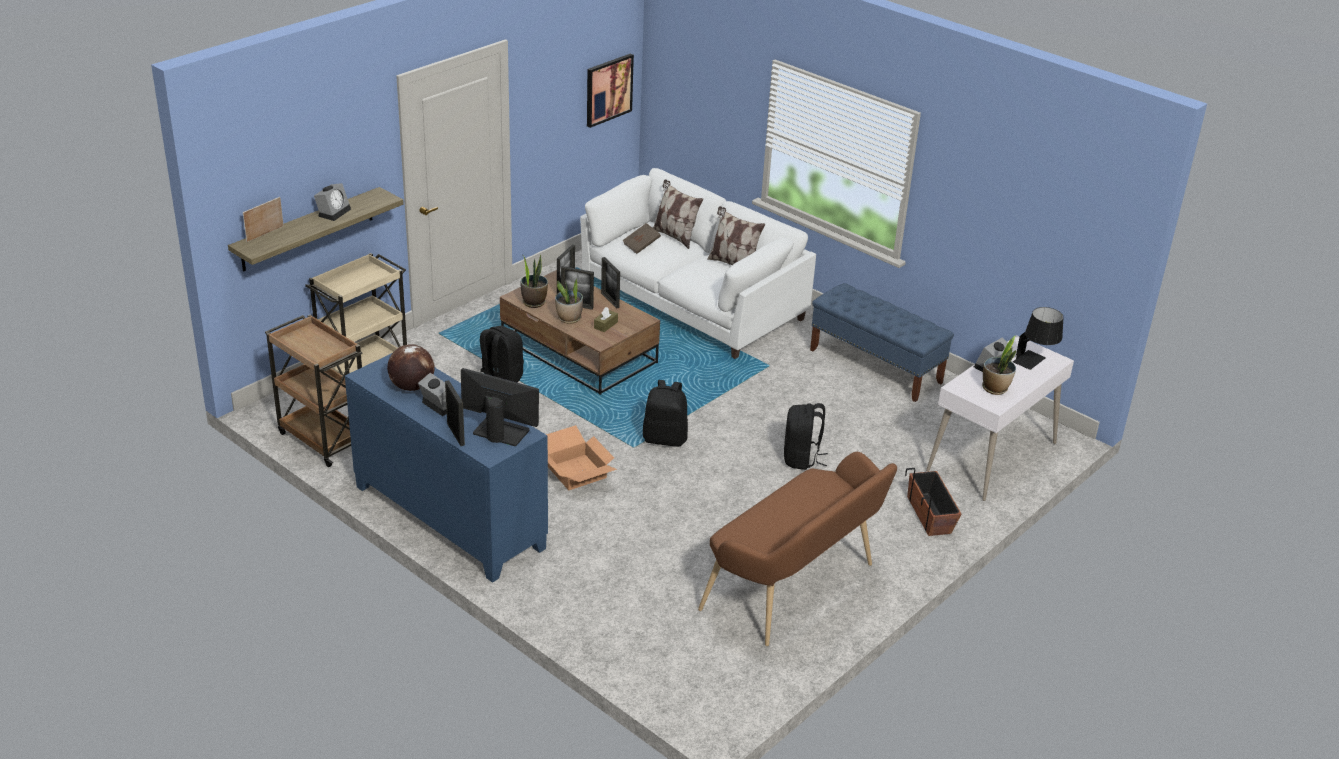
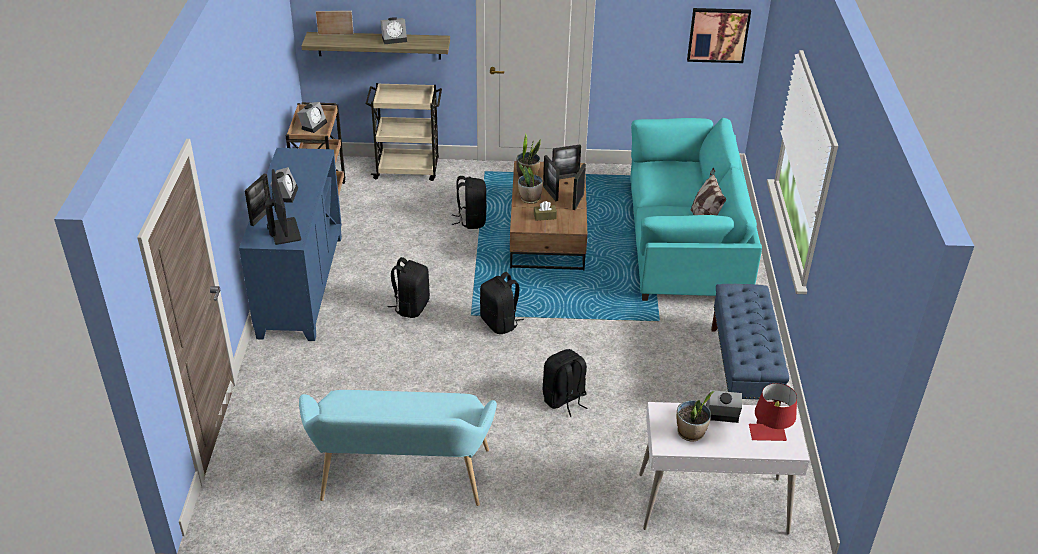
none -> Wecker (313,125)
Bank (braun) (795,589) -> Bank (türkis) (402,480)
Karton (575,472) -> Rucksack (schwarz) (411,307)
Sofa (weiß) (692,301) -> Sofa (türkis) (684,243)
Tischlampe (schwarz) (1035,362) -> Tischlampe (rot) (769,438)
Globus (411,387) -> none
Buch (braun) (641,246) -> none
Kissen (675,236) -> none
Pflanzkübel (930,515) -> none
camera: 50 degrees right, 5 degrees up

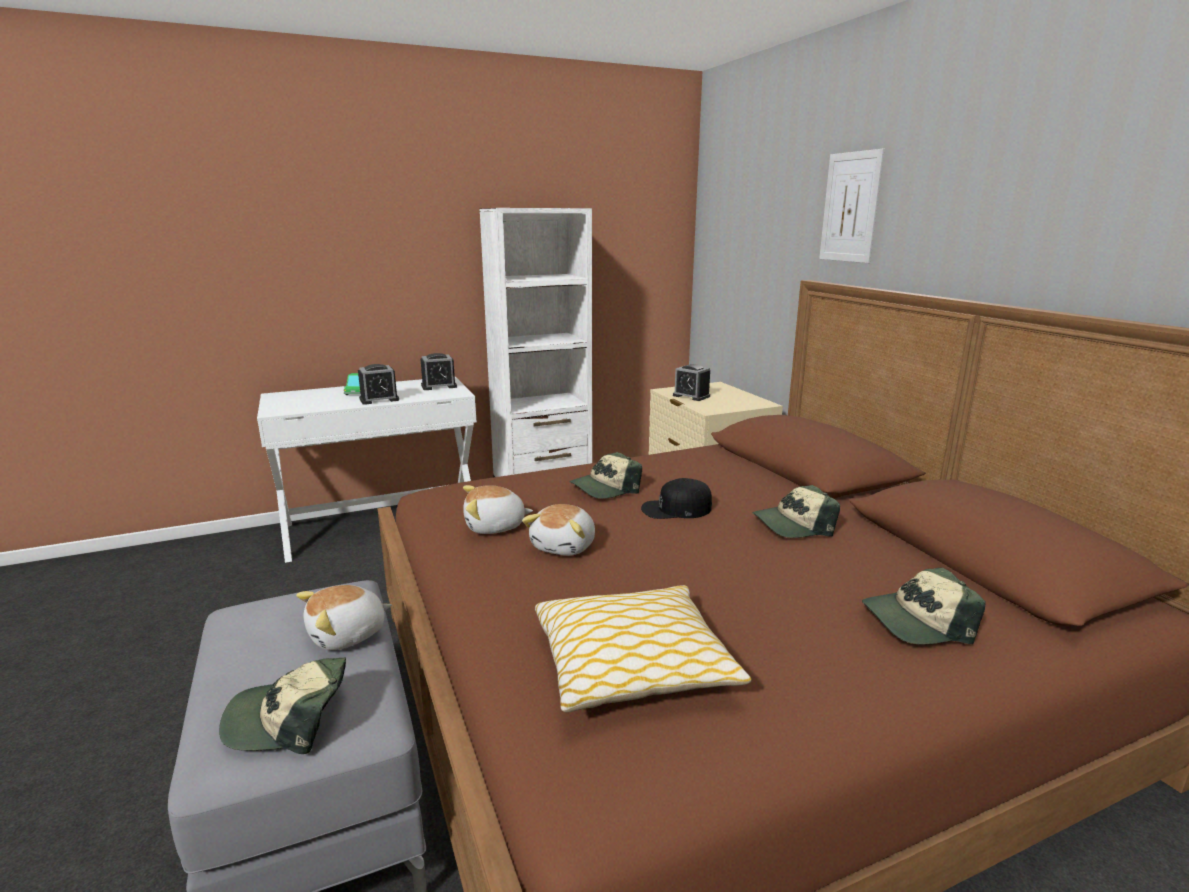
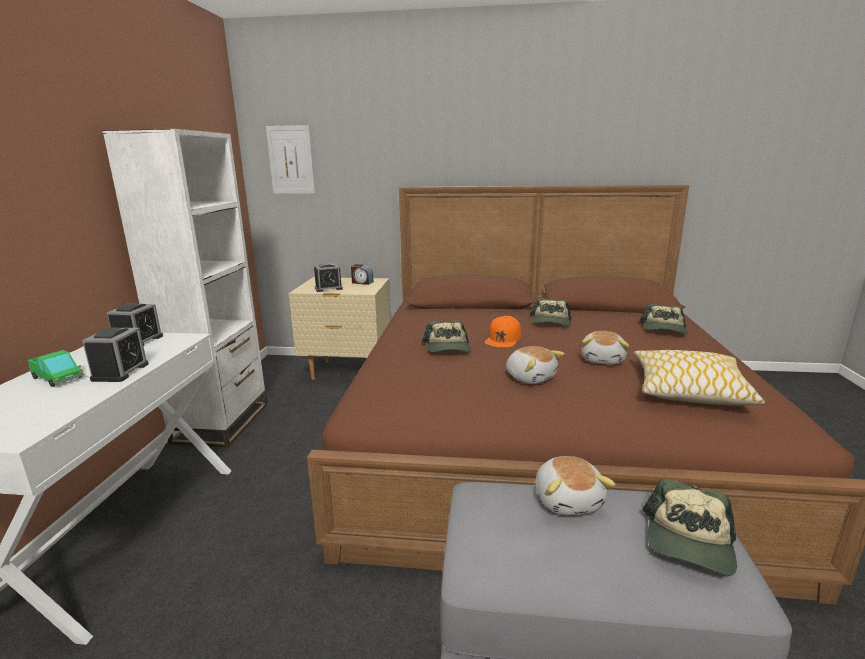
Bild (850,207) -> Bild (291,160), relocated
none -> Wecker (362,282)
Kappe (schwarz) (676,509) -> Kappe (orange) (503,338)
Plüschtier (495,527) -> Plüschtier (603,360), relocated
camera: 60 degrees left, 0 degrees up

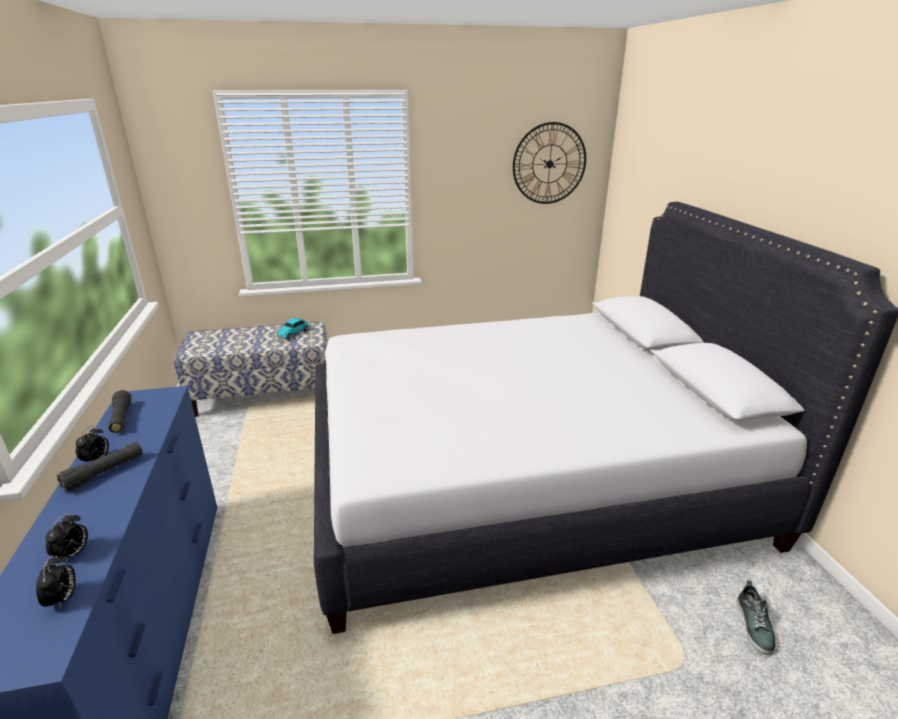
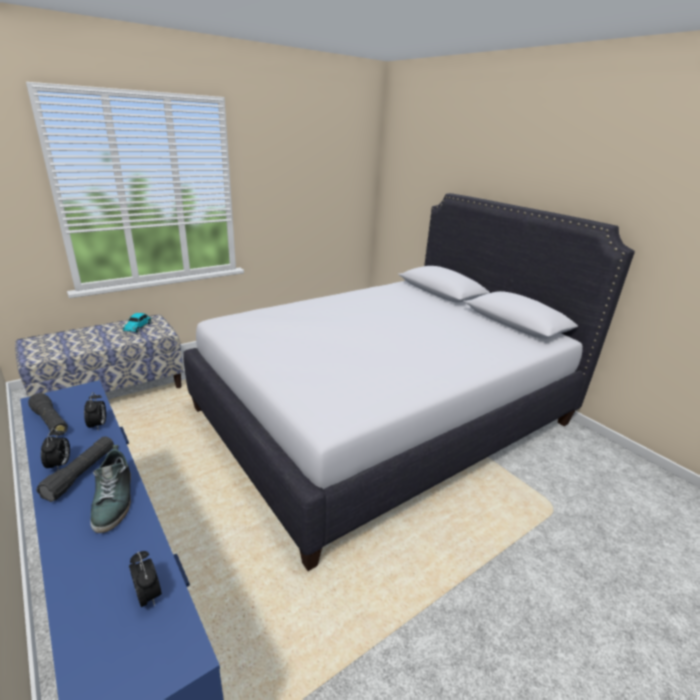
Wecker (73,554) -> Wecker (98,425), relocated
Schuh (755,625) -> Schuh (114,499), relocated
Wanduhr (549,164) -> none
camera: 25 degrees left, 0 degrees up

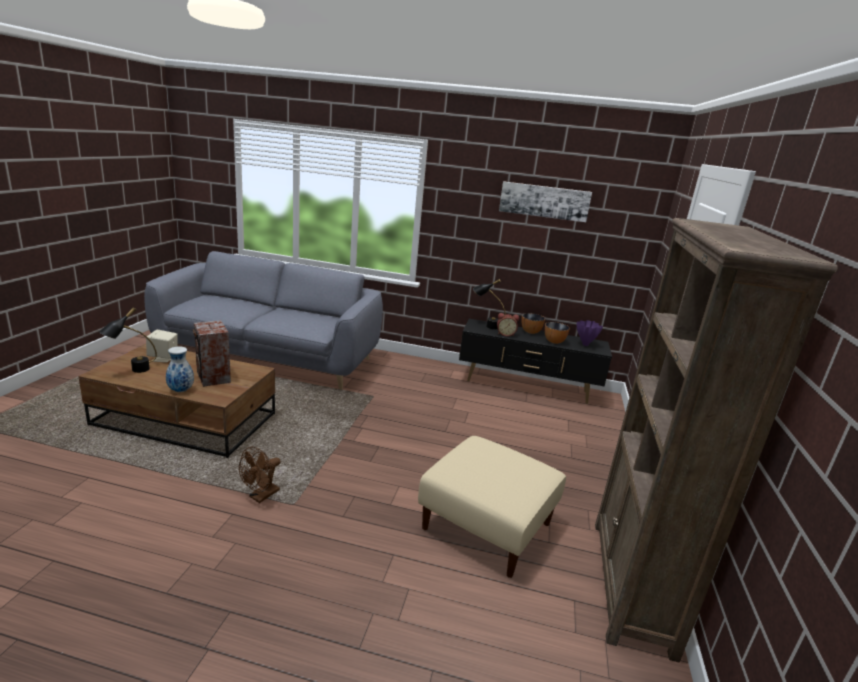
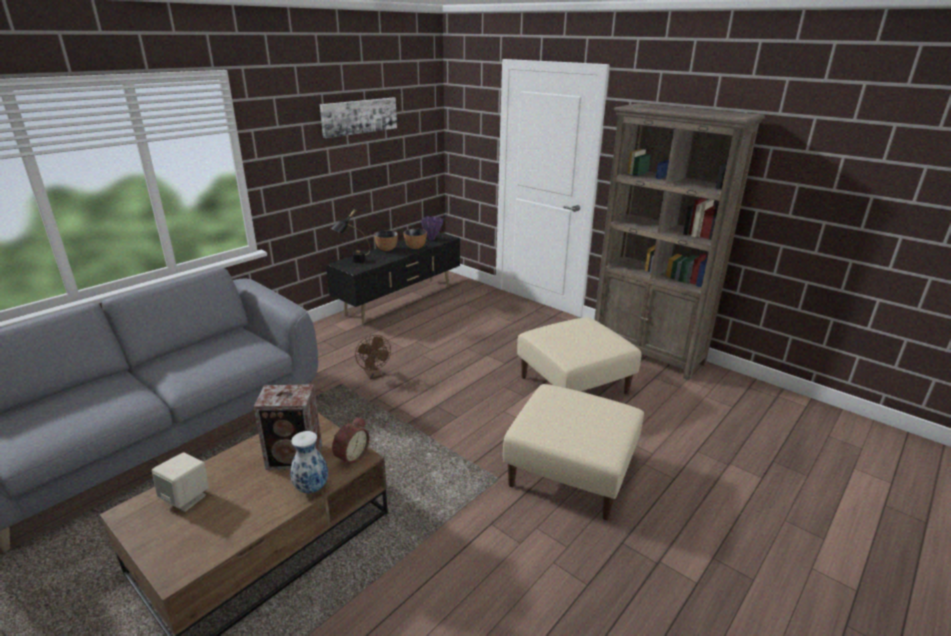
Wecker (505,334) -> Wecker (350,456), relocated
Ventilator (braun) (261,496) -> Ventilator (braun) (374,375), relocated
none -> Polsterhocker (beige) (572,472)
Tischlampe (schwarz) (132,371) -> none
camera: 60 degrees left, 5 degrees up

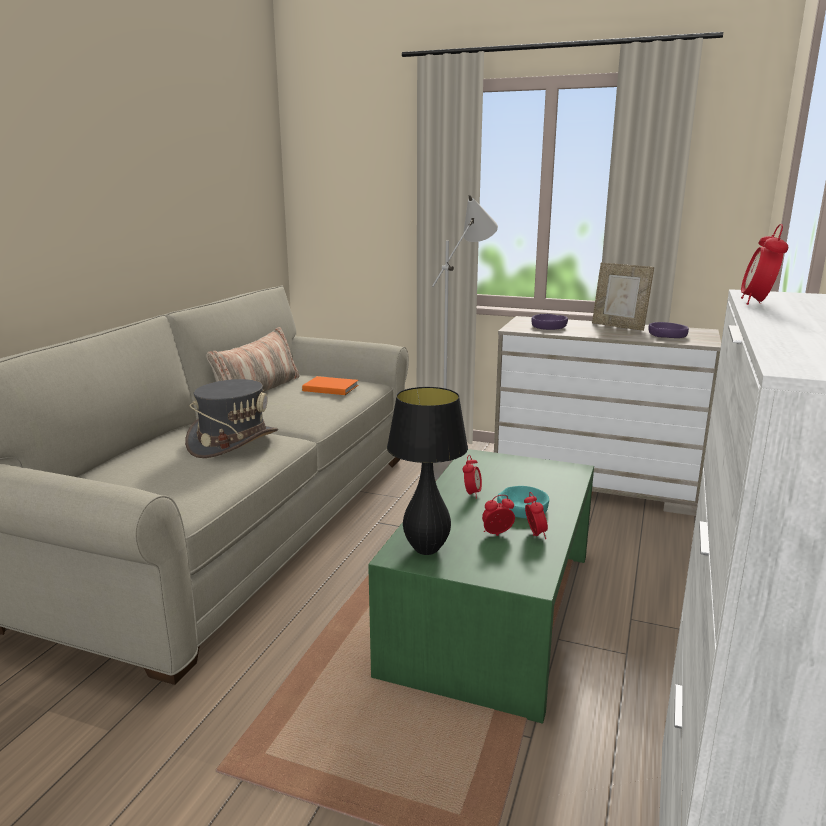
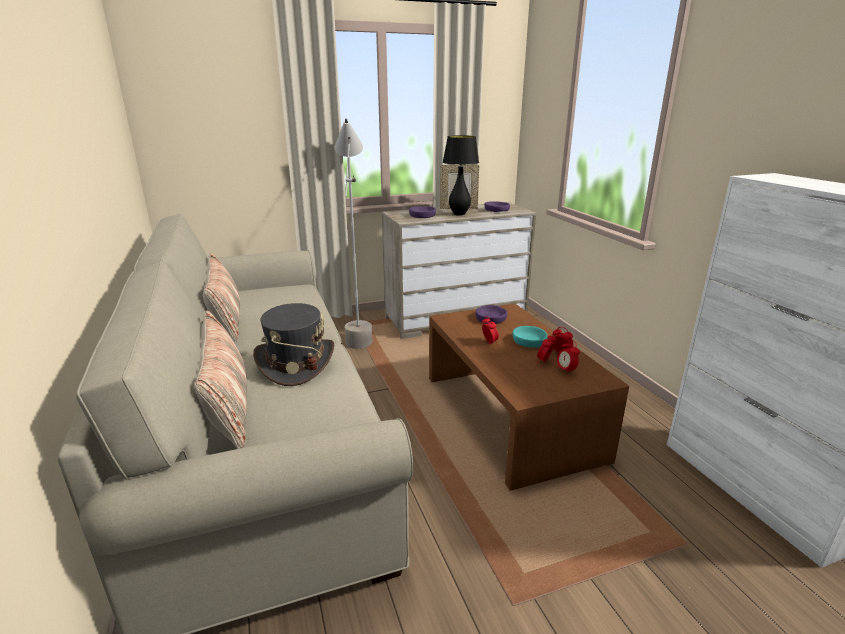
none -> Kissen (227,403)
Couchtisch (grün) (491,609) -> Couchtisch (braun) (509,416)
Tischlampe (schwarz) (426,550) -> Tischlampe (schwarz) (459,214), relocated
none -> Schüssel (lila) (491,318)
Wecker (757,303) -> Wecker (566,370), relocated
Buch (orange) (329,388) -> none
camera: 40 degrees left, 5 degrees up

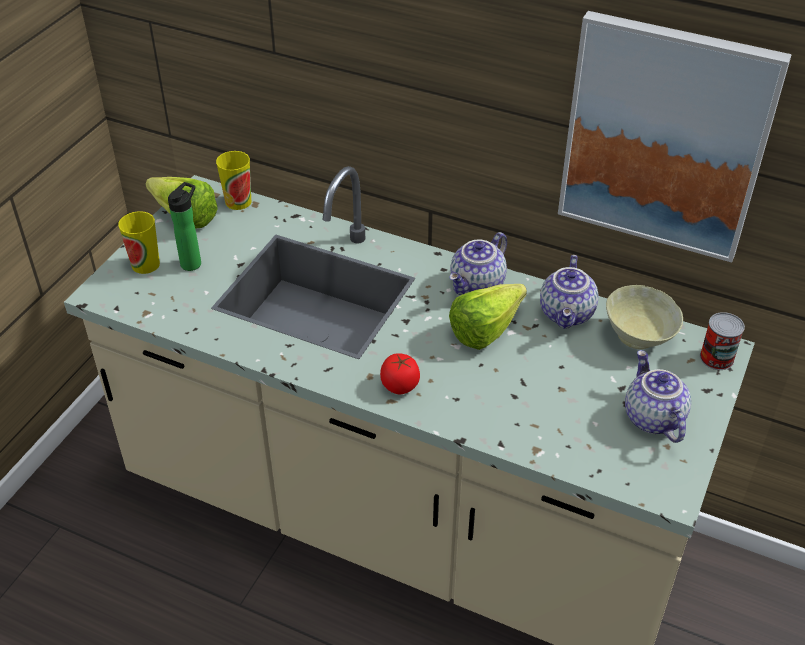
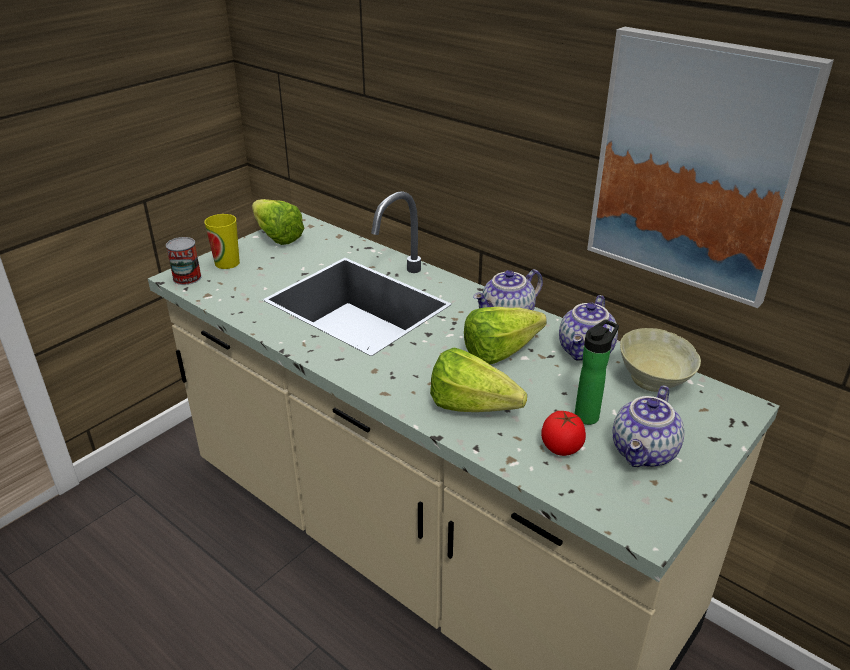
Dose (716,358) -> Dose (187,278), relocated
none -> Salatkopf (478,410)
Tomate (400,385) -> Tomate (561,447), relocated
Flasche (193,262) -> Flasche (588,415), relocated
Teekanne (651,418) -> Teekanne (645,453), 150 degrees counterclockwise
Tasse (238,201) -> none
camera: 15 degrees right, 10 degrees down

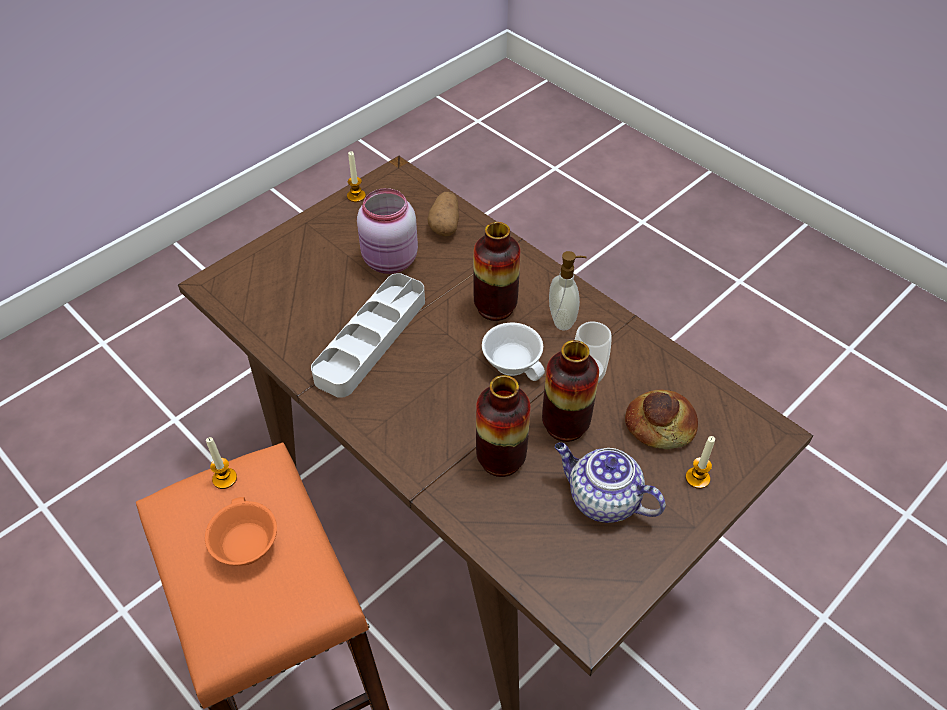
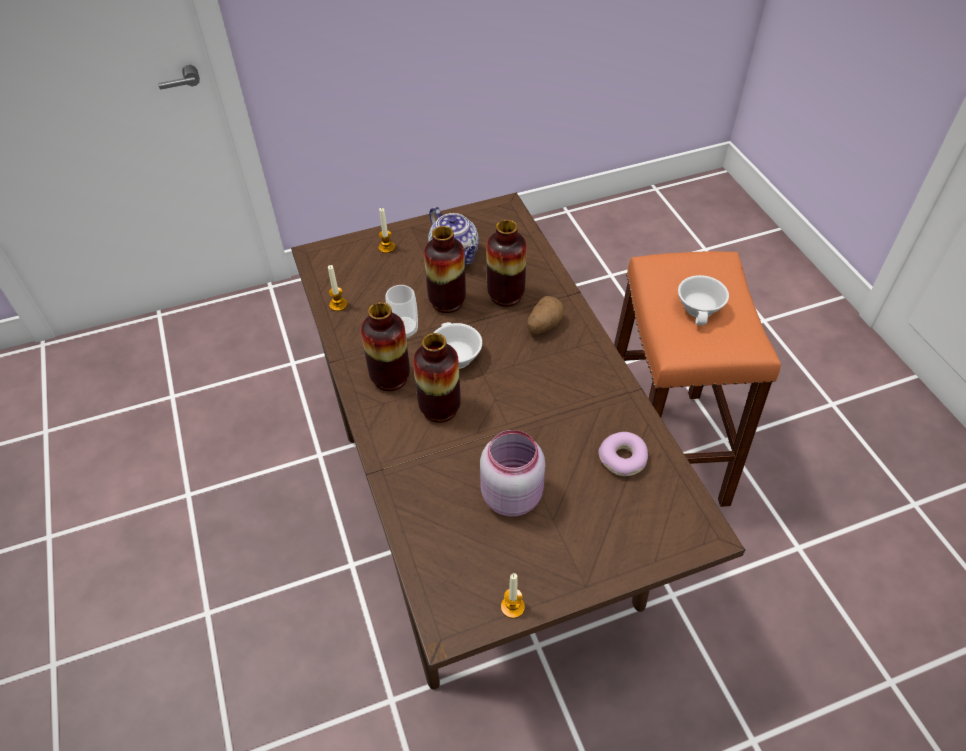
Kerze (224,478) -> Kerze (338,305), relocated
Seifenspender (563,319) -> Vase (390,378)
Kartoffel (445,224) -> Kartoffel (543,325), relocated
none -> Donut (623,459)
Tasse (orange) (243,545) -> Tasse (weiß) (701,309)
Tablett (grau) (371,339) -> none
Brot (660,424) -> none
camera: 155 degrees left, 0 degrees up

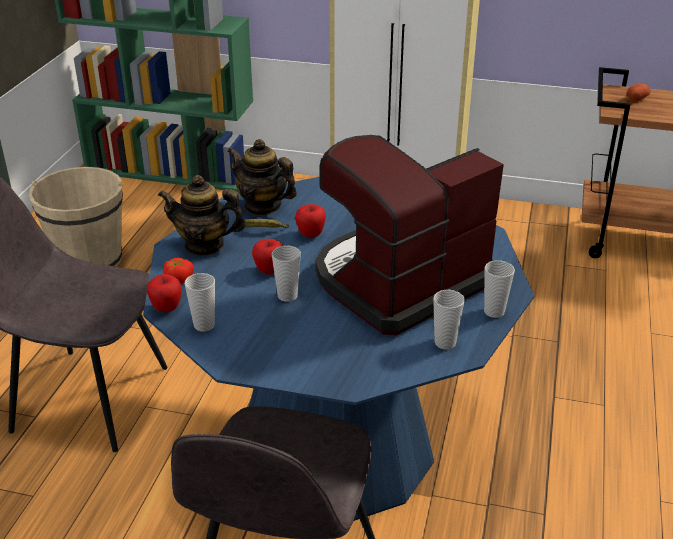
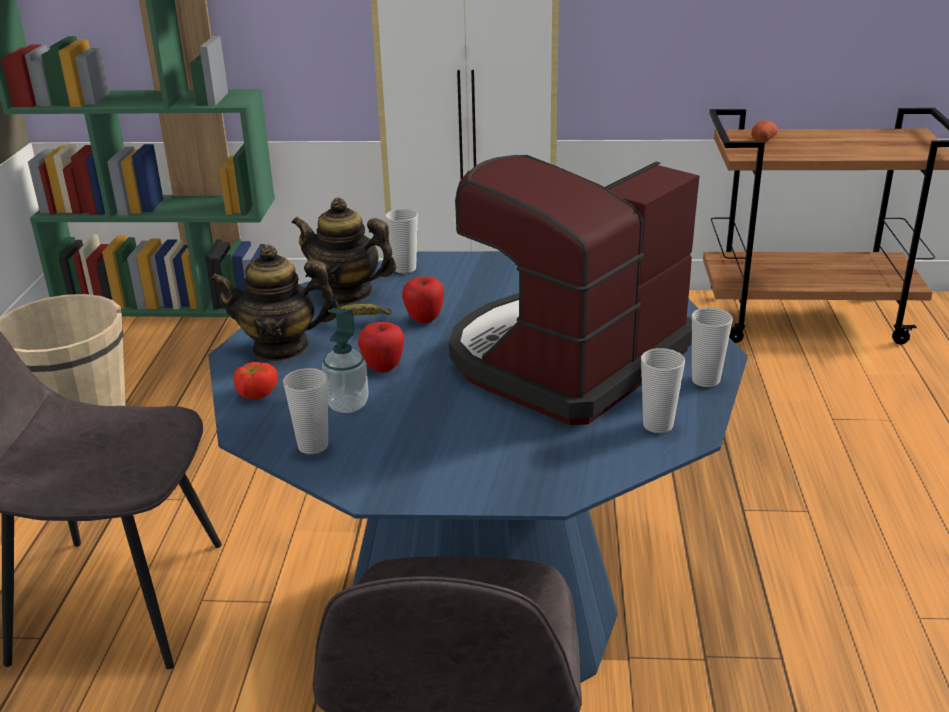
none -> Seifenspender (347,405)
Tasse (287,296) -> Tasse (405,269), relocated
Apfel (166,308) -> none
camera: 10 degrees left, 5 degrees down

